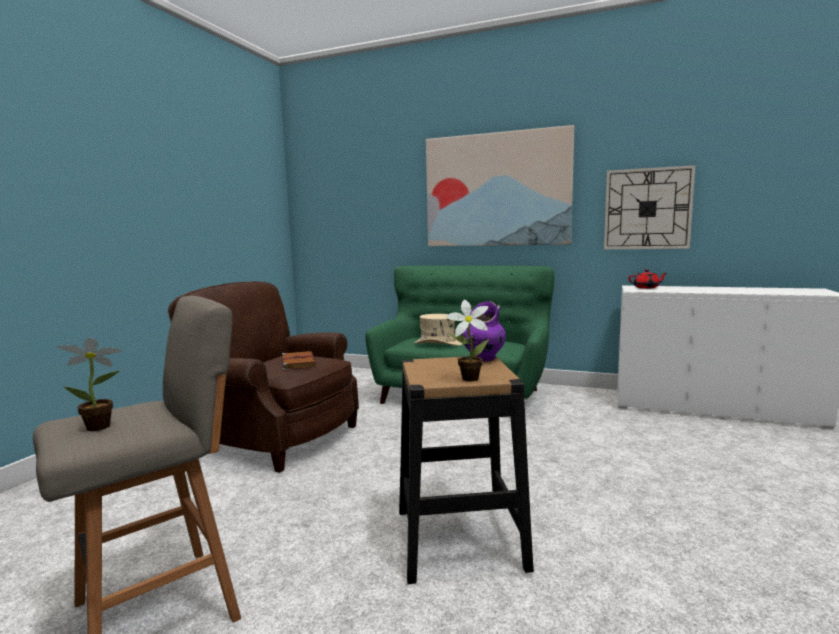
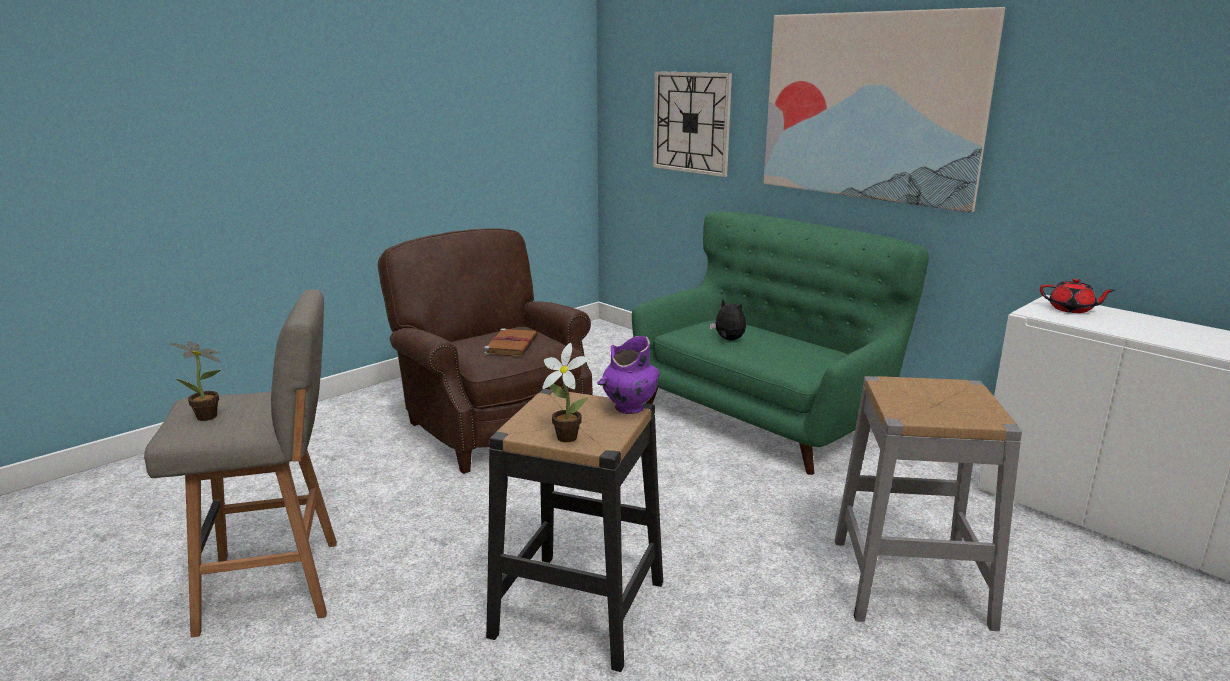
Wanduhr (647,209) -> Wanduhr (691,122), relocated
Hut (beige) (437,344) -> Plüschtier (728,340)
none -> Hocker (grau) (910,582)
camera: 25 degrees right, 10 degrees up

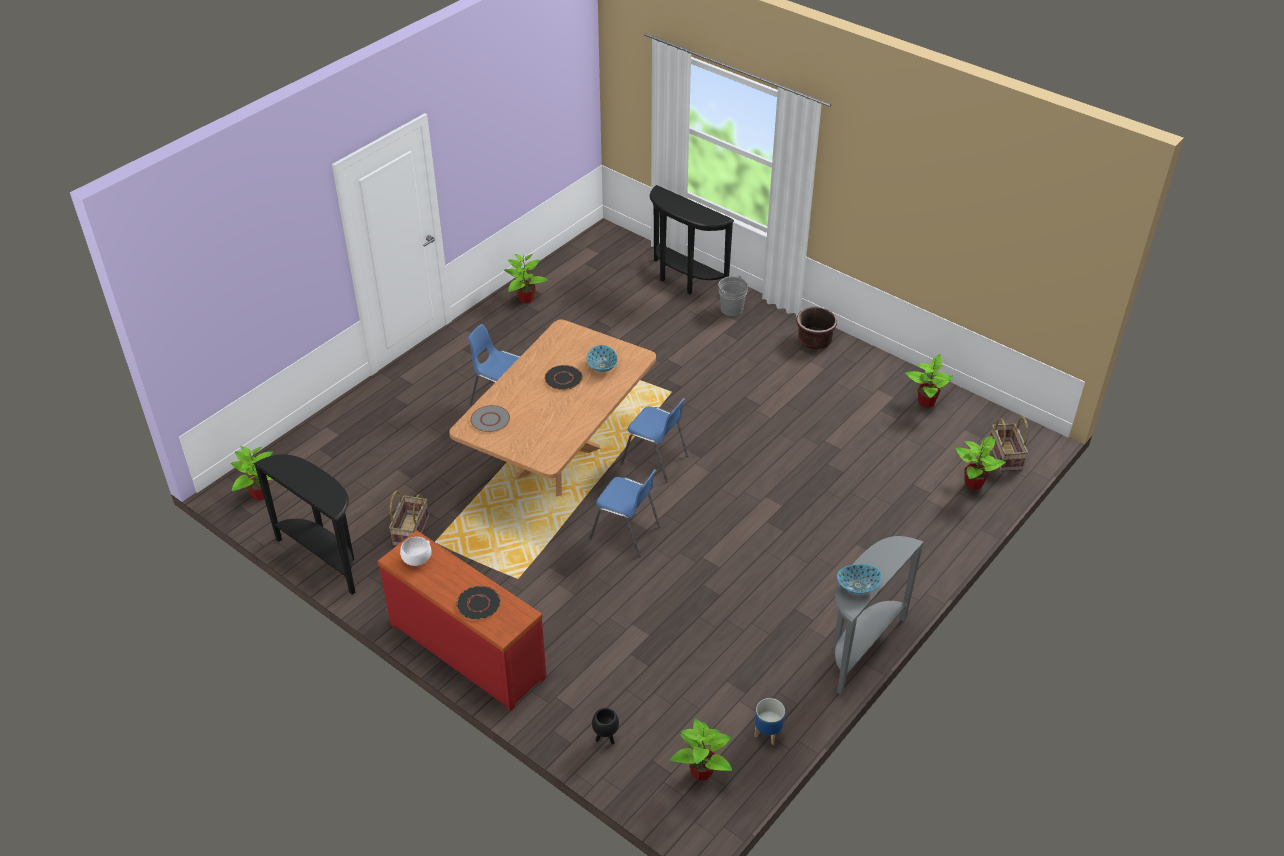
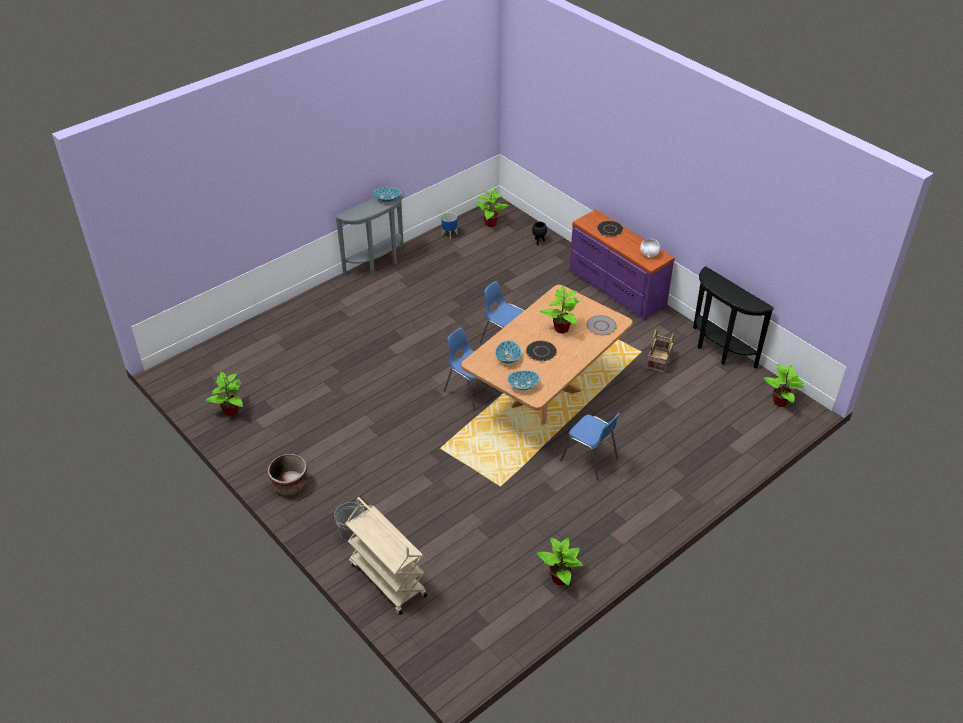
Konsolentisch (schwarz) (684,281) -> Rollwagen (beige) (387,579)
none -> Schüssel (522,385)
Topfpflanze (973,483) -> Topfpflanze (561,329), relocated
Kommode (rot) (468,649) -> Kommode (lila) (616,289)
Korb (1005,456) -> none
camera: 170 degrees left, 0 degrees up

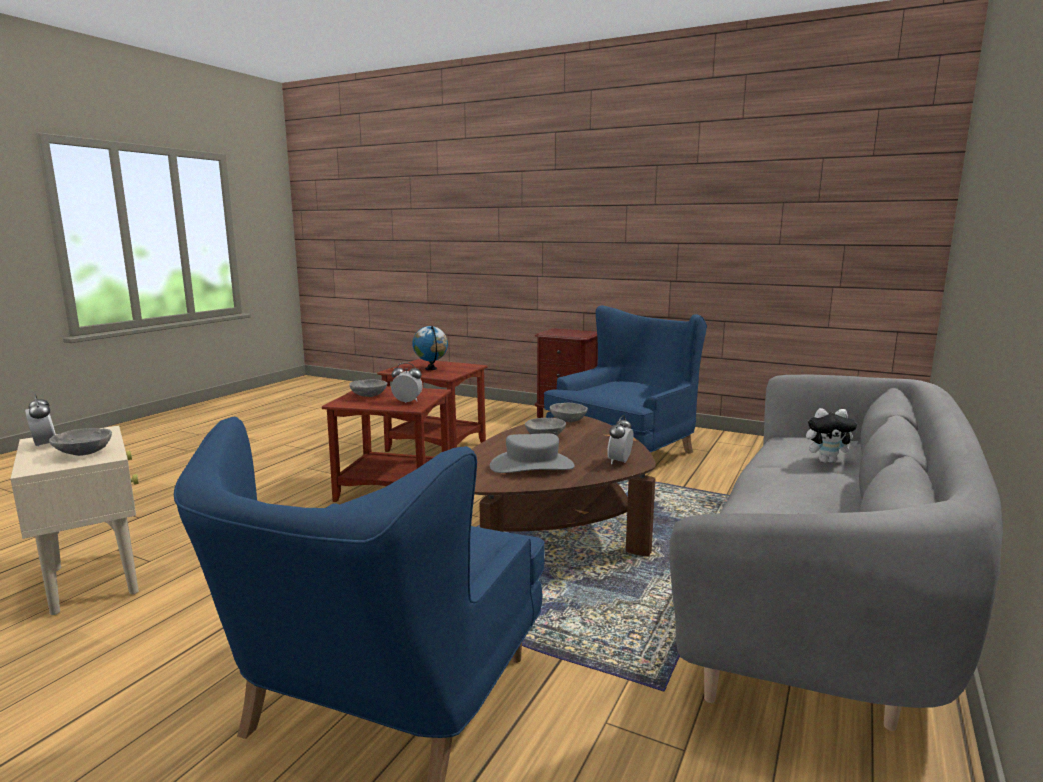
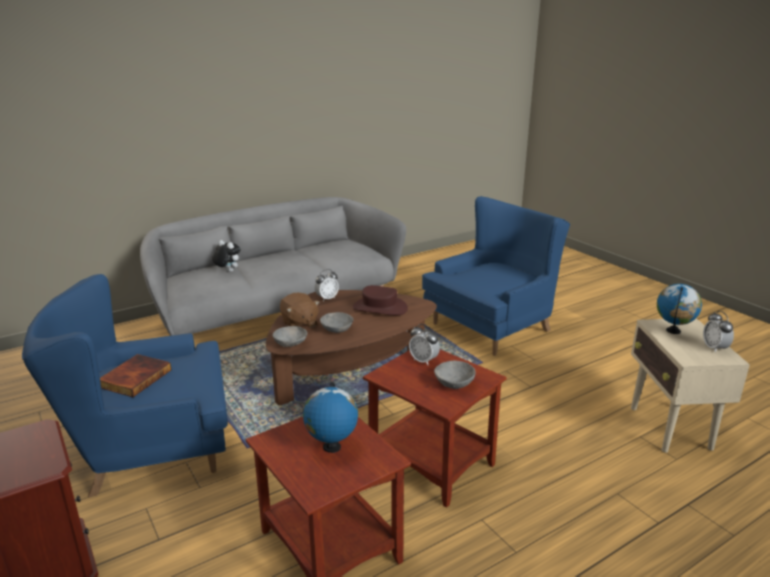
none -> Buch (135,378)
none -> Plüschtier (braun) (299,324)
Hut (grau) (532,466) -> Hut (braun) (379,308)
Schüssel (grau) (83,453) -> Globus (673,331)
camera: 150 degrees left, 10 degrees up

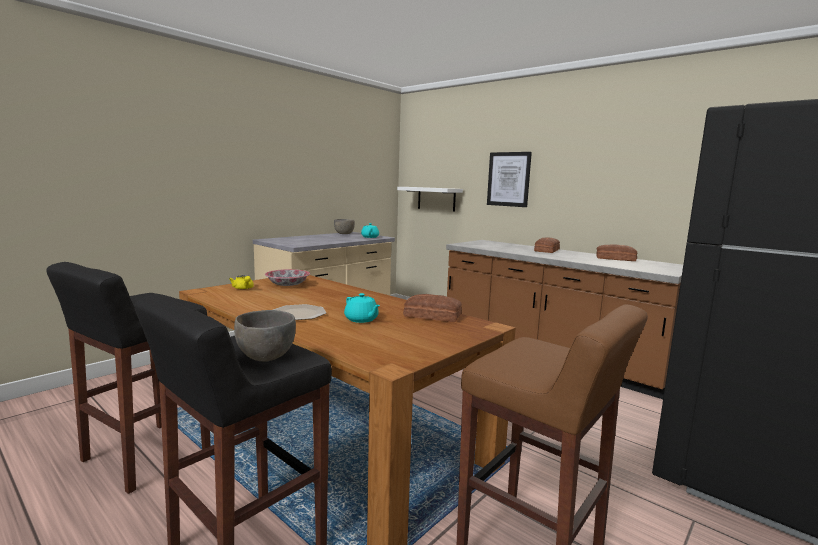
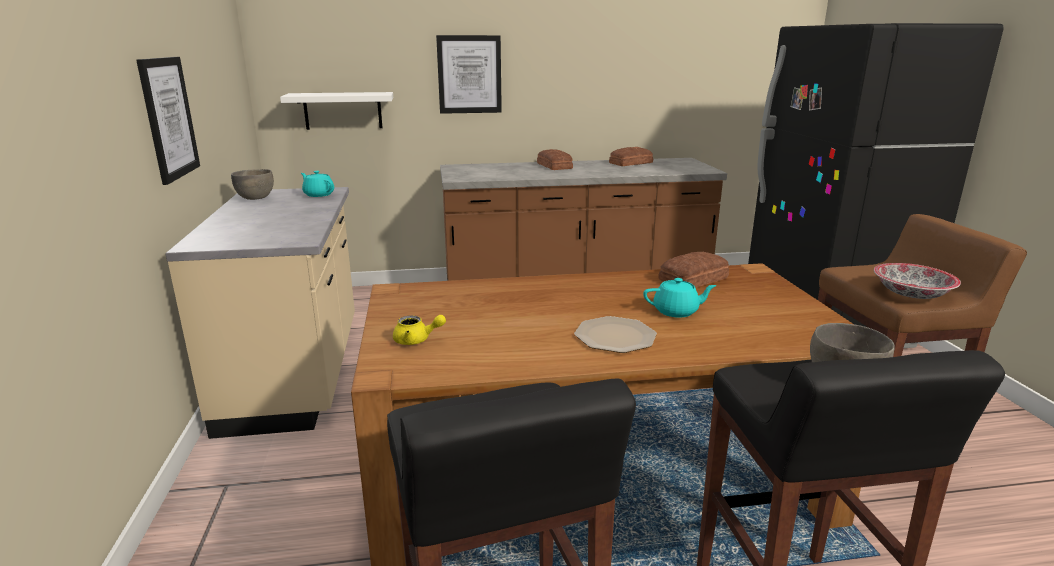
none -> Bild (169,118)
Schüssel (288,285) -> Schüssel (911,294), relocated
camera: 50 degrees left, 10 degrees up

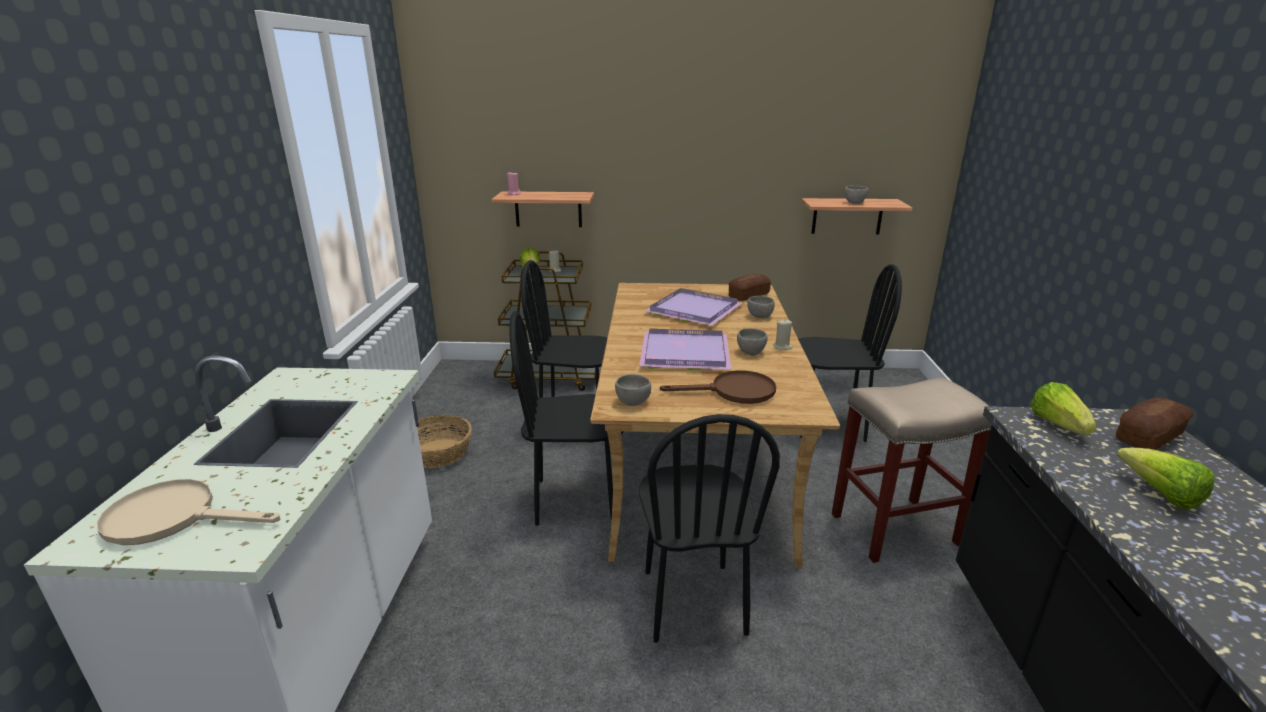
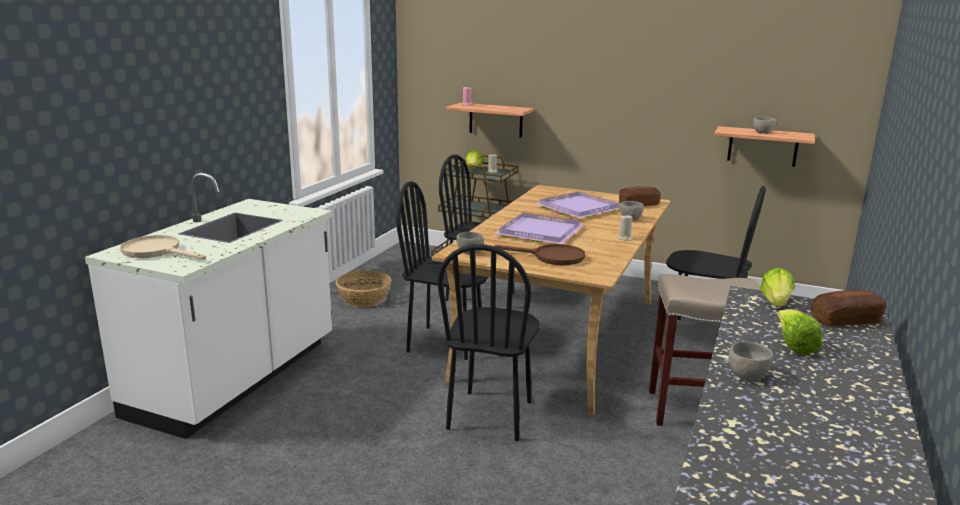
Schüssel (grau) (750,352) -> Schüssel (grau) (746,375), relocated
camera: 20 degrees right, 5 degrees down

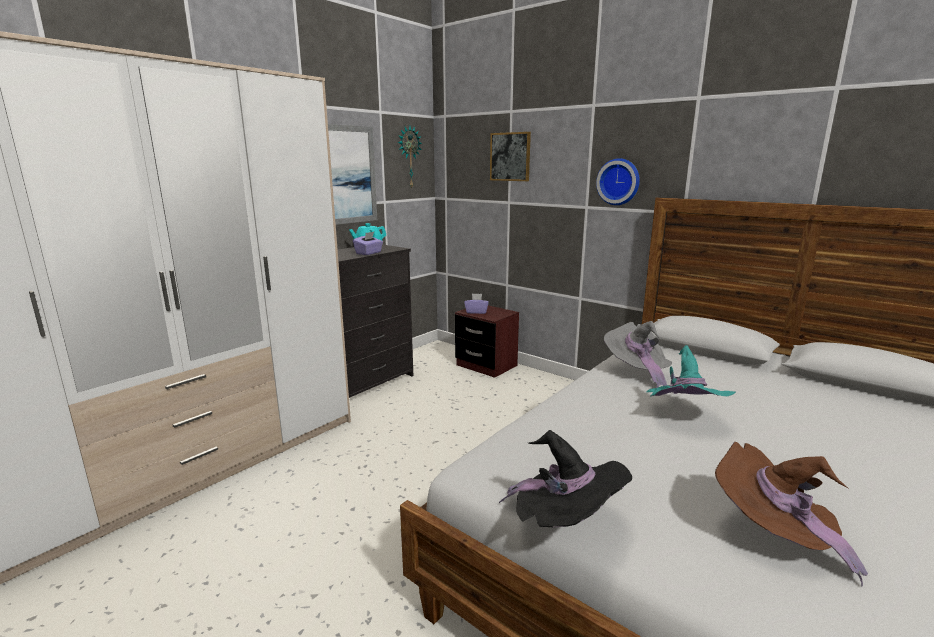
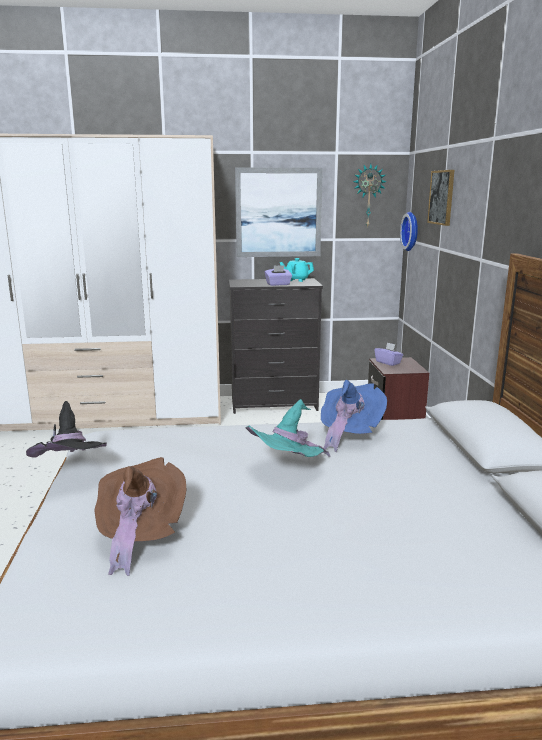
Hut (grau) (636,371) -> Hut (blau) (349,434)
Wanduhr (619,182) -> Wanduhr (412,231), relocated
camera: 45 degrees right, 0 degrees up

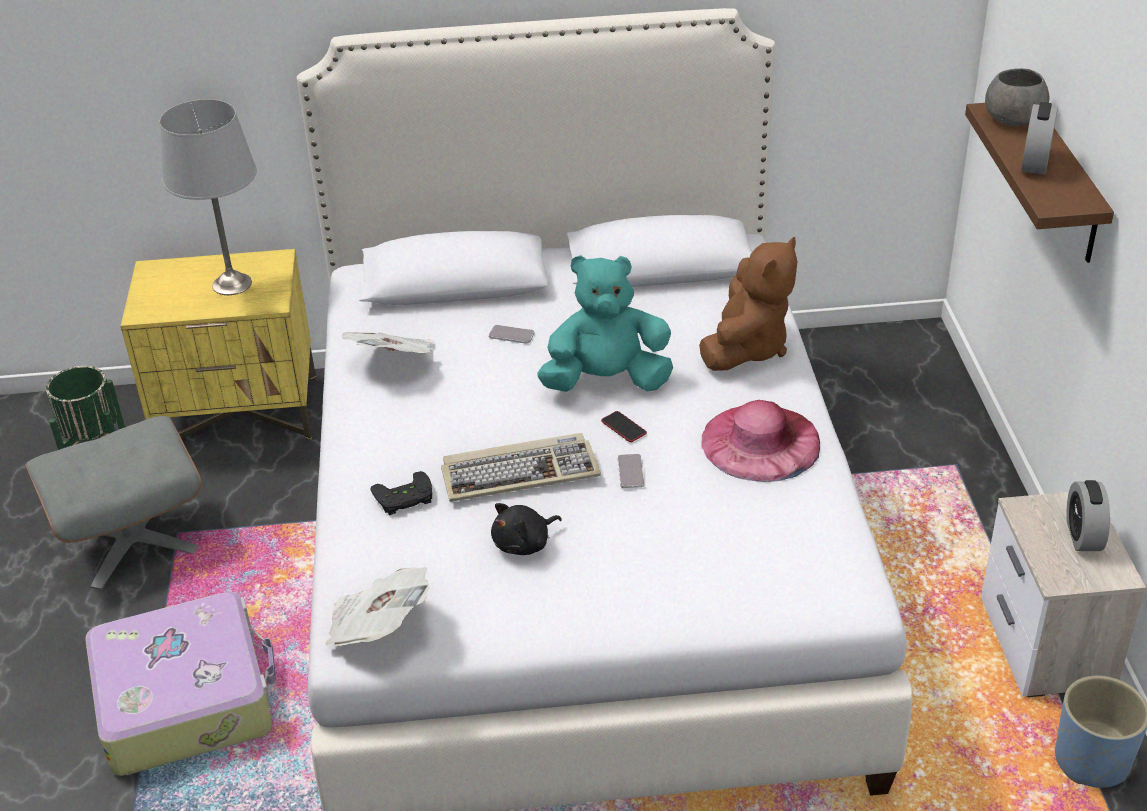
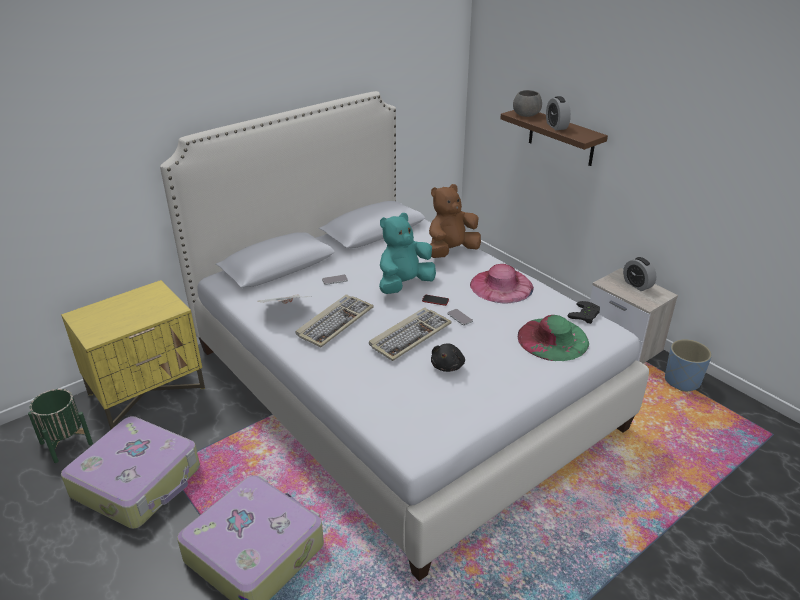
Polsterhocker (grau) (132,538) -> Koffer (138,481)
none -> Tastatur (335,322)
Plüschtier (braun) (747,347) -> Plüschtier (braun) (451,251), 120 degrees counterclockwise
none -> Hut (grün) (553,339)
Gamepad (schwarz) (404,499) -> Gamepad (schwarz) (586,315), relocated
Tischlampe (grau) (232,284) -> none
Zeitung (378,627) -> none
camera: 35 degrees left, 5 degrees down

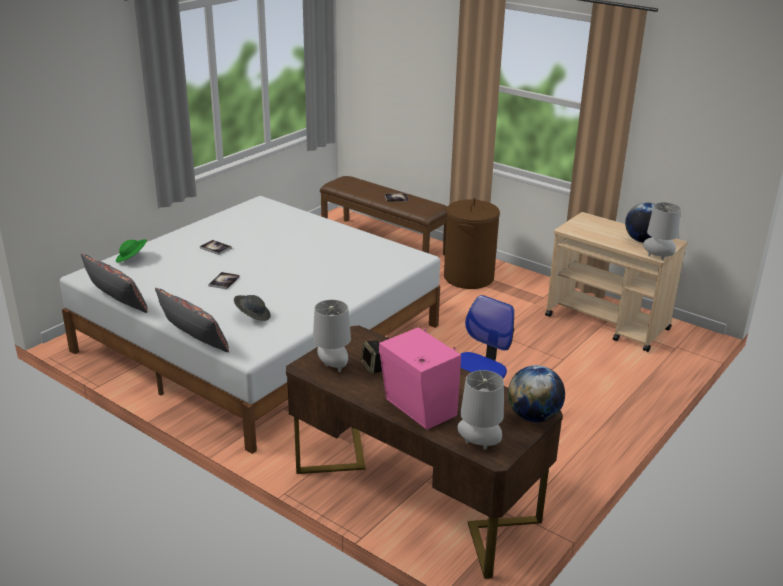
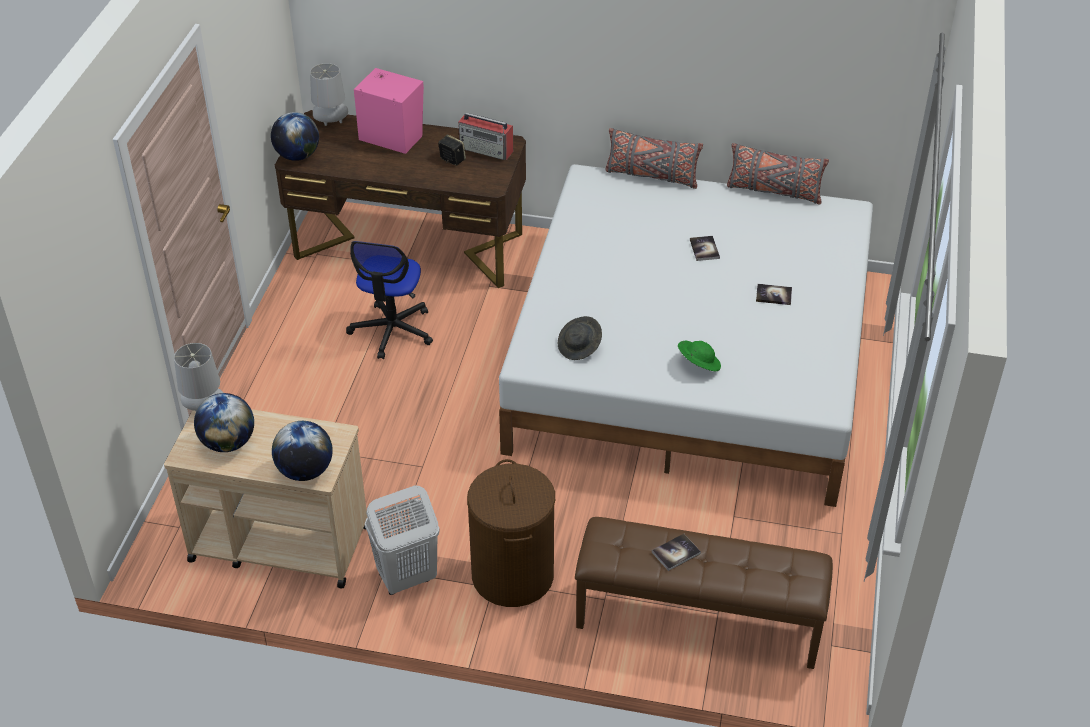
none -> Globus (305,471)
none -> Wäschekorb (weiß) (406,578)
Tischlampe (grau) (332,367) -> Radio (486,149)
Hut (grau) (252,316) -> Hut (grau) (579,347), relocated
Hut (grün) (132,259) -> Hut (grün) (698,364), relocated
camera: 155 degrees right, 15 degrees up

